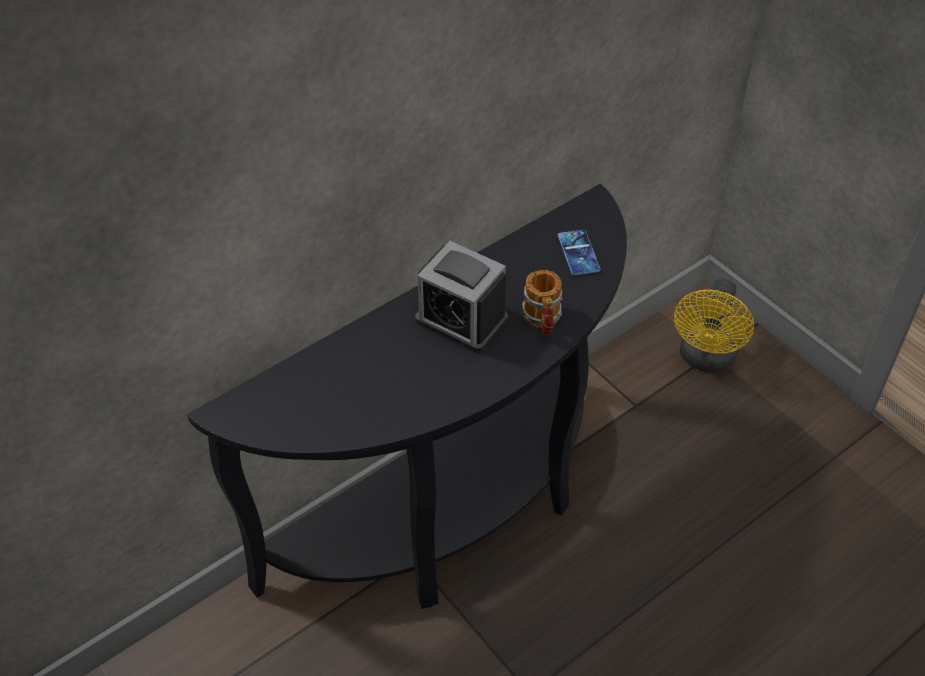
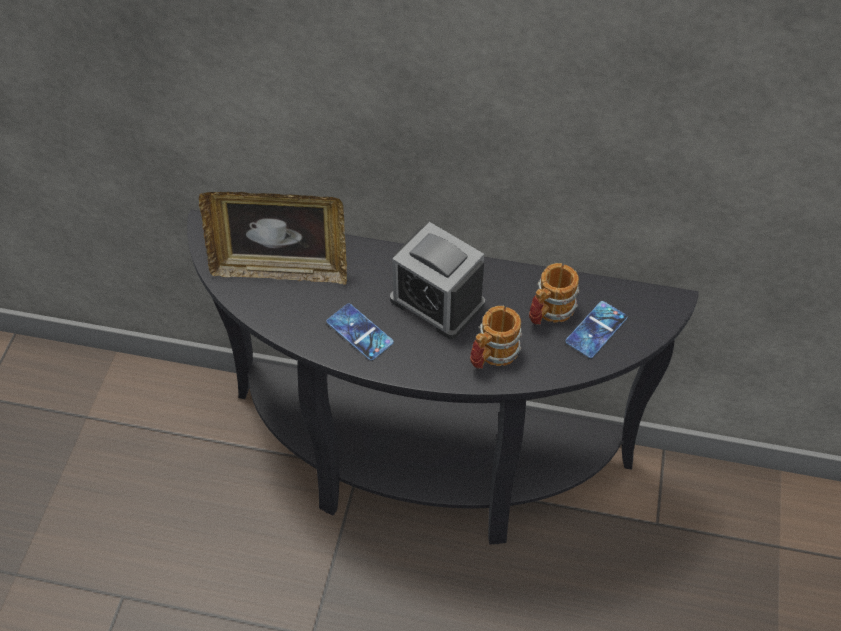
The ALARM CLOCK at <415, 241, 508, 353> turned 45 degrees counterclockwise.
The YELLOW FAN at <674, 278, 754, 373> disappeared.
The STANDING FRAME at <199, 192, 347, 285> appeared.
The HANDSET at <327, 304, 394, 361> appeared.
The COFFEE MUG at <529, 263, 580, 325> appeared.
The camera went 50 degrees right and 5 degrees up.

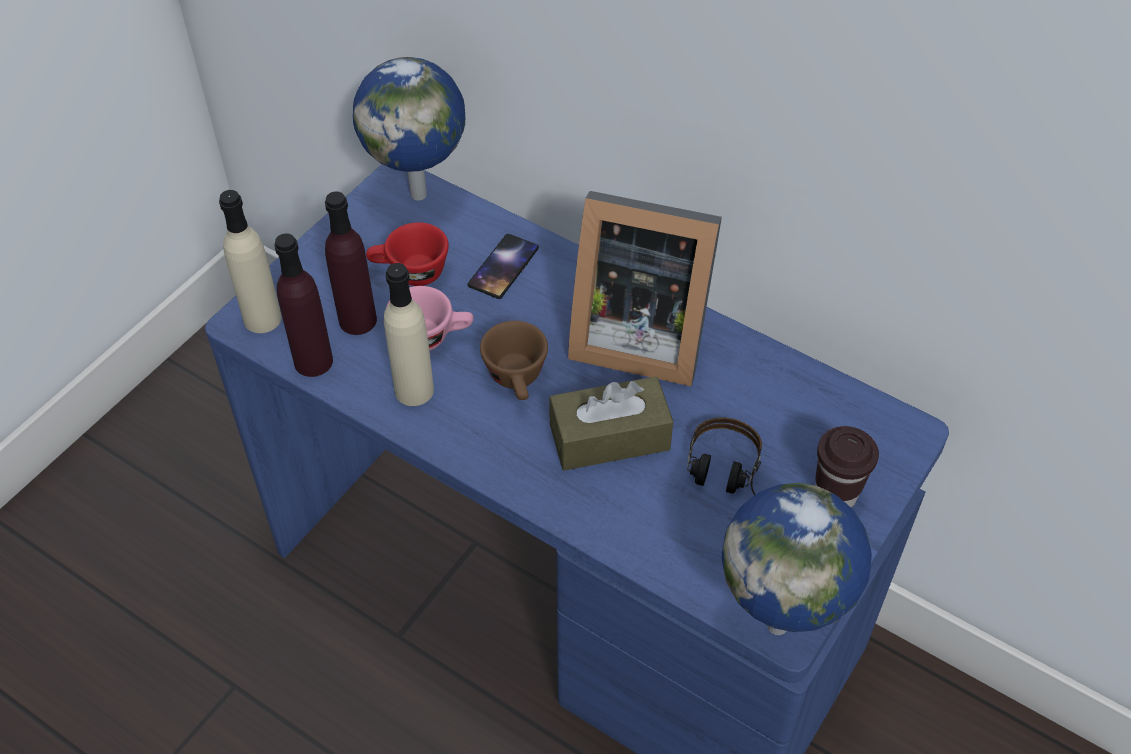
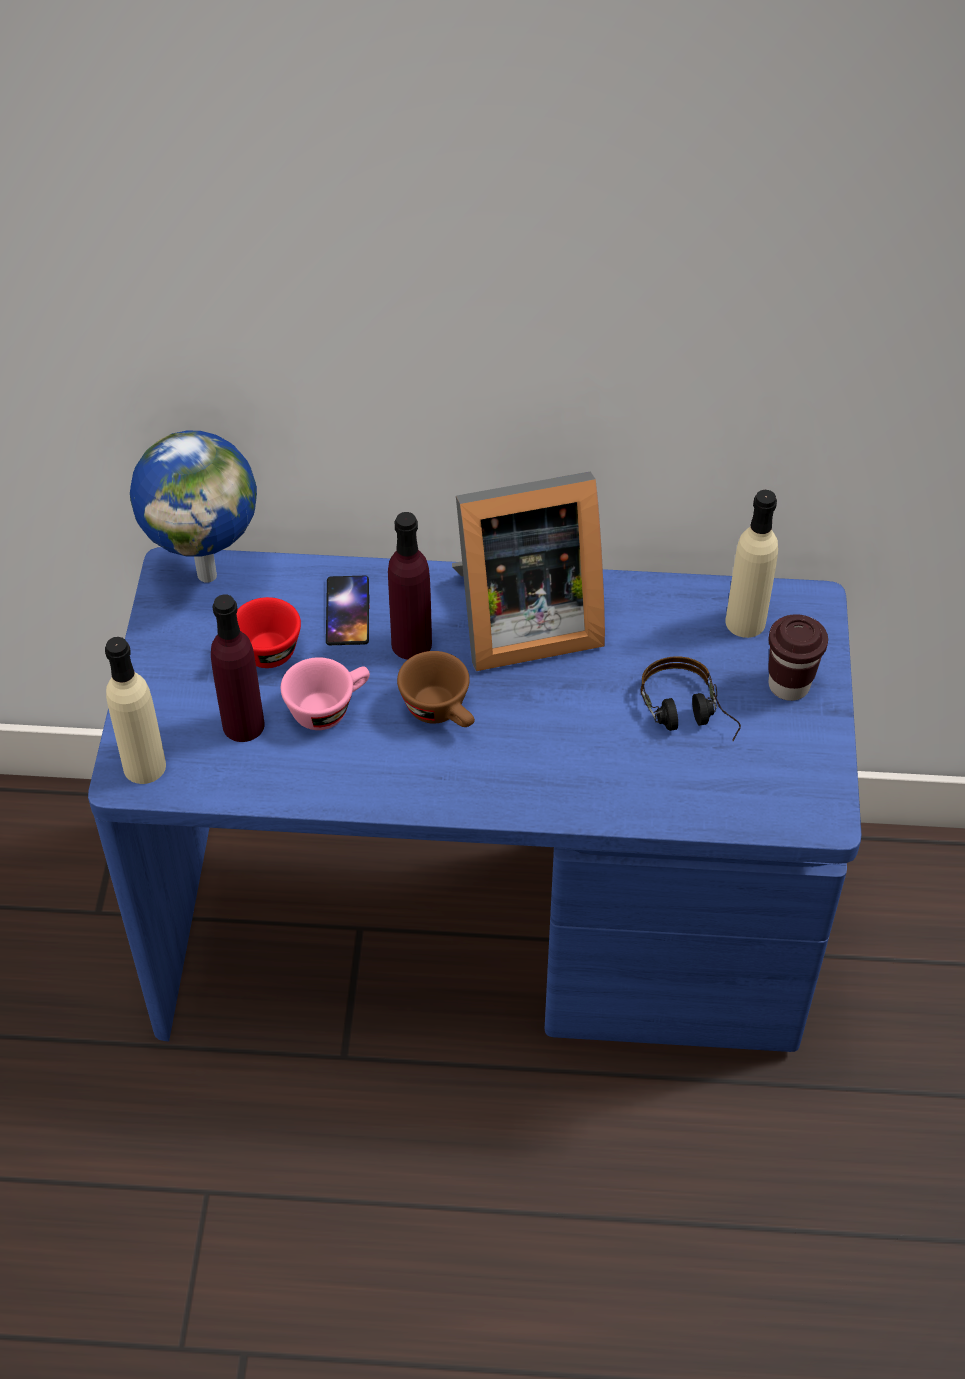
The PURPLE-COLOURED BEVERAGE BOTTLE moved from <274, 233, 333, 377> to <388, 512, 432, 660>.
The BEIGE BEVERAGE BOTTLE moved from <384, 263, 434, 406> to <725, 490, 778, 638>.
The BROWN-COLOURED TISSUE HOLDER at <549, 376, 673, 471> disappeared.
The WORLD GLOBE at <722, 483, 872, 635> disappeared.
The camera went 30 degrees left and 0 degrees up.

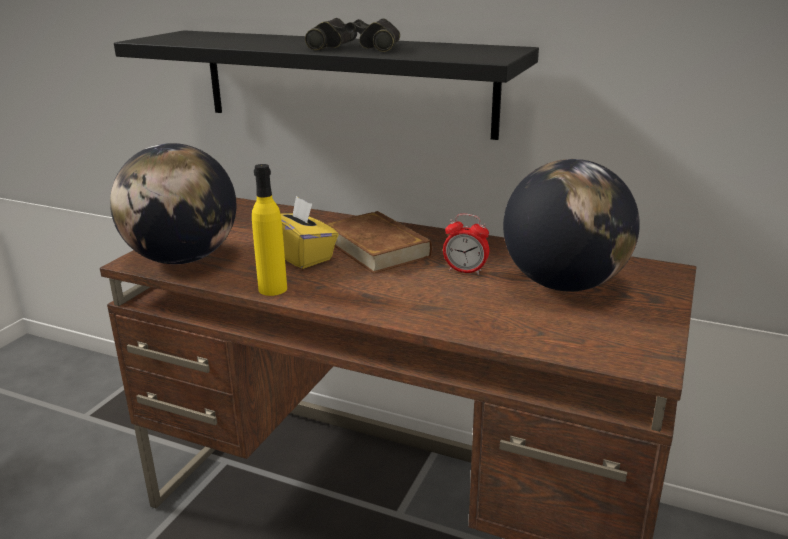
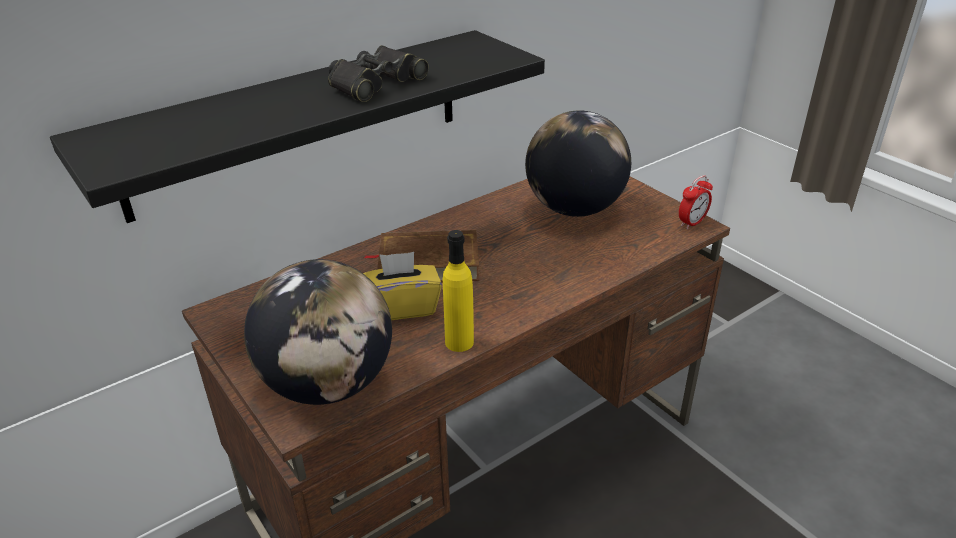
The ALARM CLOCK moved from <443, 214, 489, 275> to <679, 175, 713, 229>.
The camera went 60 degrees left and 10 degrees up.

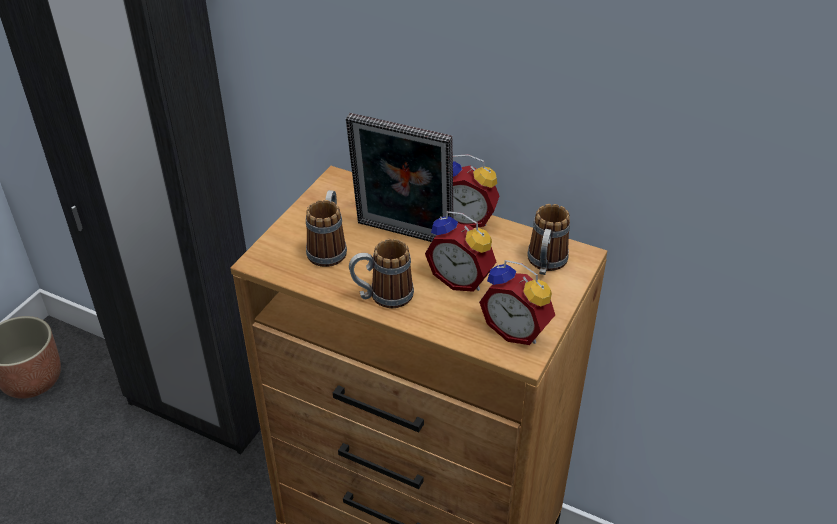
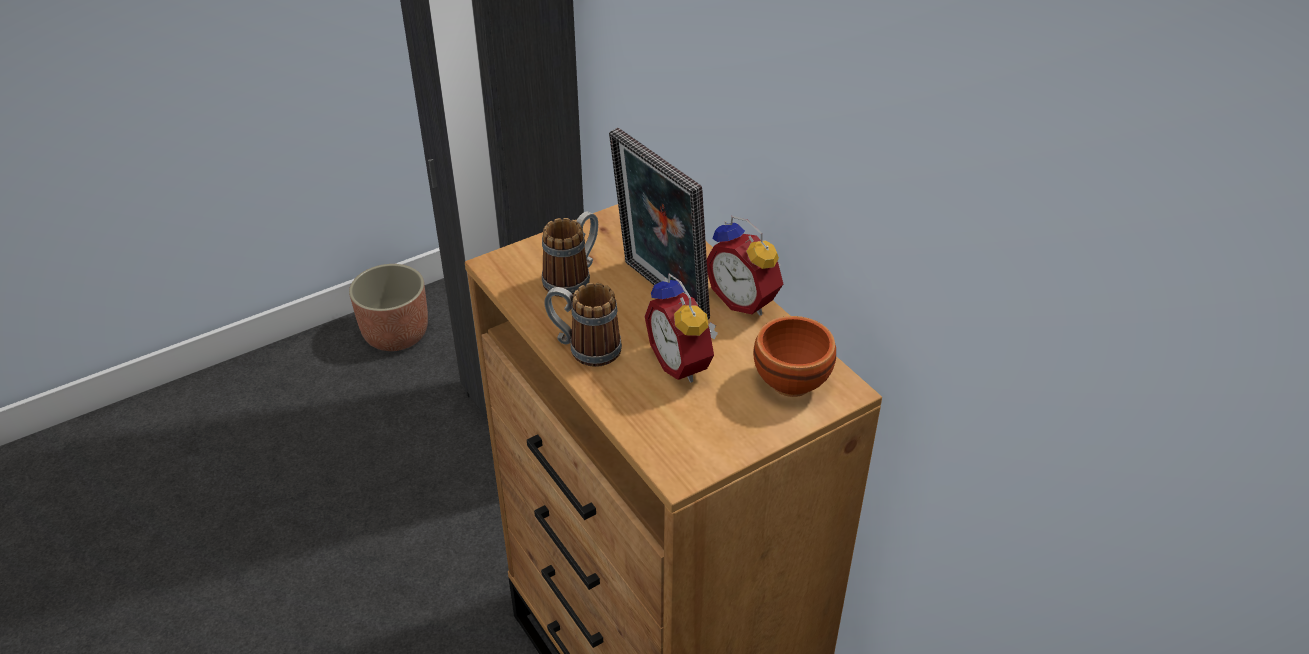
The ALARM CLOCK at <479, 260, 555, 345> disappeared.
The COFFEE MUG at <527, 204, 570, 275> was replaced by the BROWN-COLOURED SERVING BOWL at <753, 316, 836, 397>.
The camera went 30 degrees right and 0 degrees up.

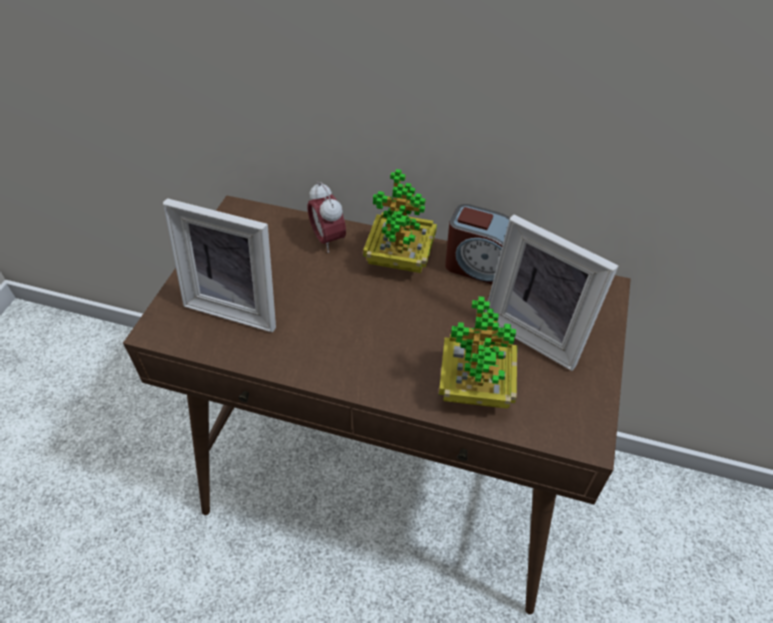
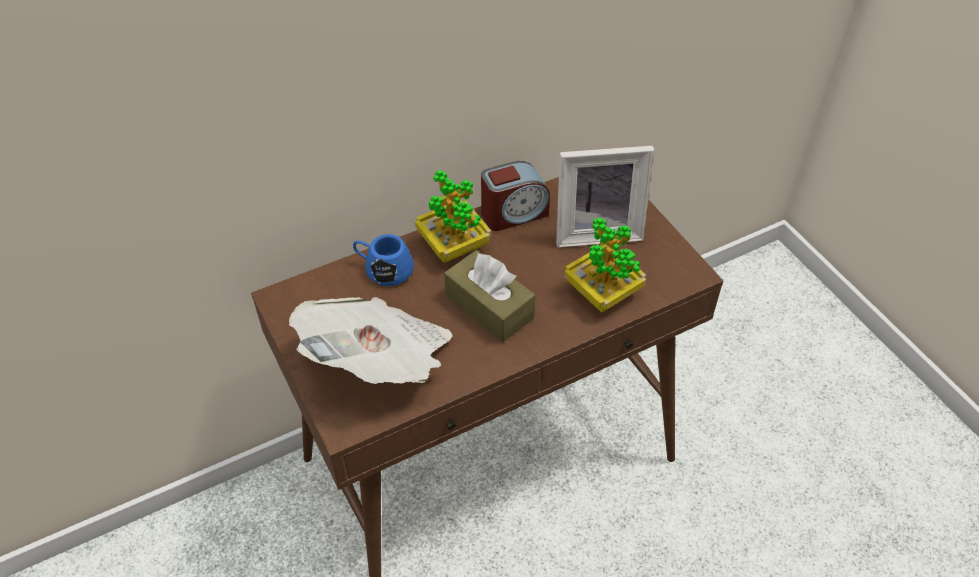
The STANDING FRAME at <163, 198, 276, 332> was replaced by the PRINTED PAPER at <289, 297, 453, 384>.
The ALARM CLOCK at <308, 182, 346, 253> was replaced by the BLUE-COLOURED COFFEE MUG at <353, 234, 414, 286>.
The BROWN-COLOURED TISSUE HOLDER at <444, 250, 536, 342> appeared.
The camera went 45 degrees left and 0 degrees up.

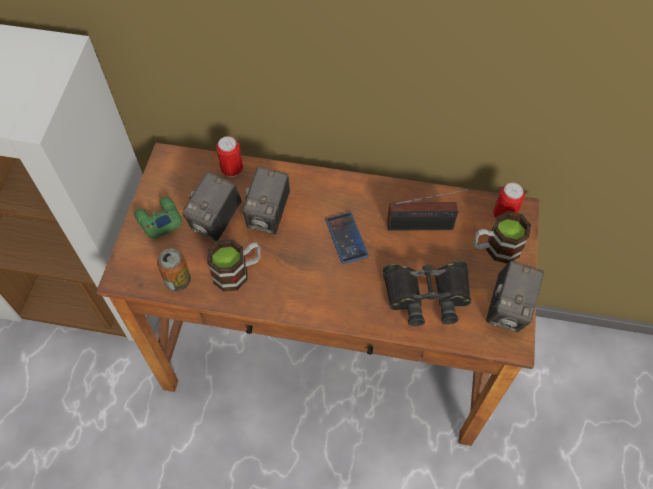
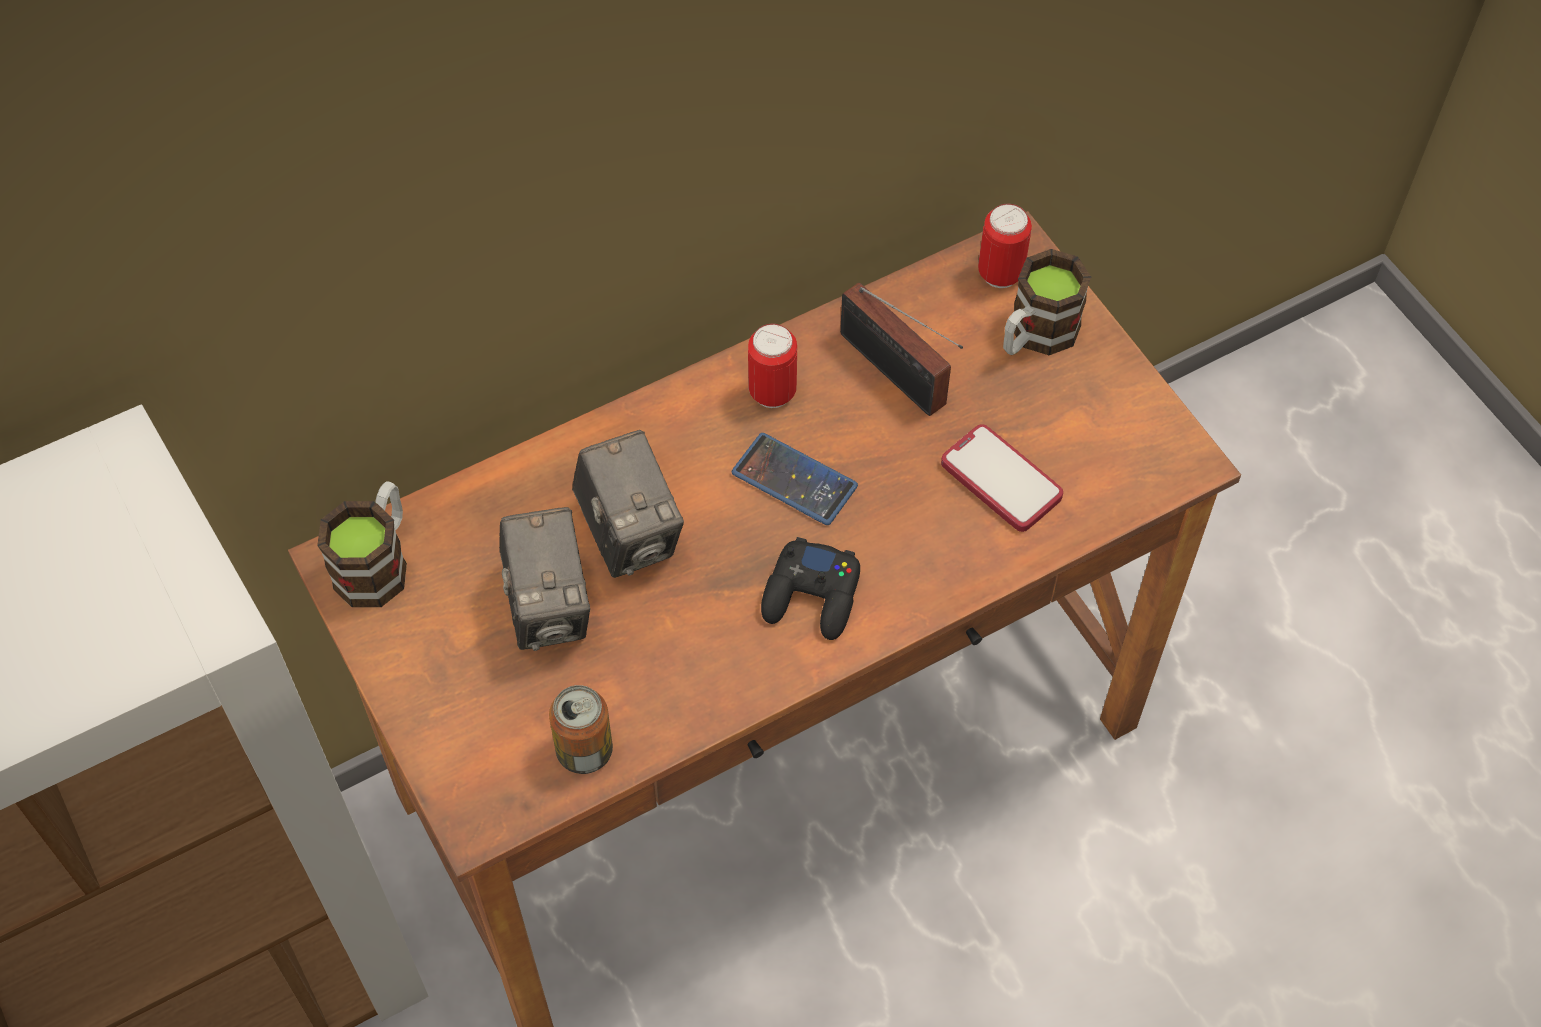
The GREEN-COLOURED GAME CONTROLLER at <134, 196, 182, 239> disappeared.
The COFFEE MUG moved from <207, 239, 261, 291> to <317, 481, 407, 607>.
The SEALED CAN moved from <216, 136, 243, 177> to <748, 324, 797, 408>.
The BLACKISH PAIR OF BINOCULARS at <383, 261, 471, 327> was replaced by the HANDSET at <941, 424, 1063, 532>.
The RADIO RECEIVER at <387, 189, 471, 231> turned 90 degrees clockwise.
The STILL CAMERA at <486, 261, 544, 332> disappeared.
The BLACKISH GAME CONTROLLER at <761, 537, 860, 640> appeared.
The camera went 40 degrees left and 0 degrees up.

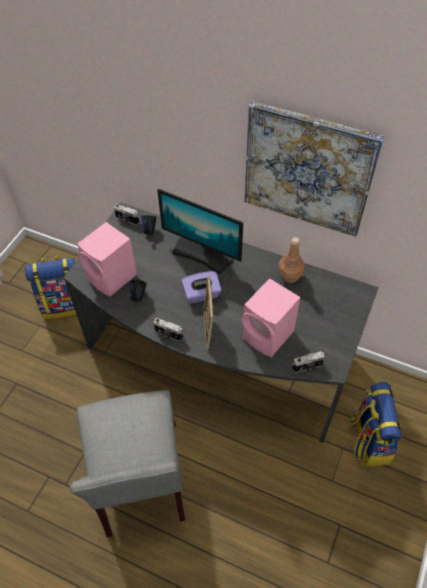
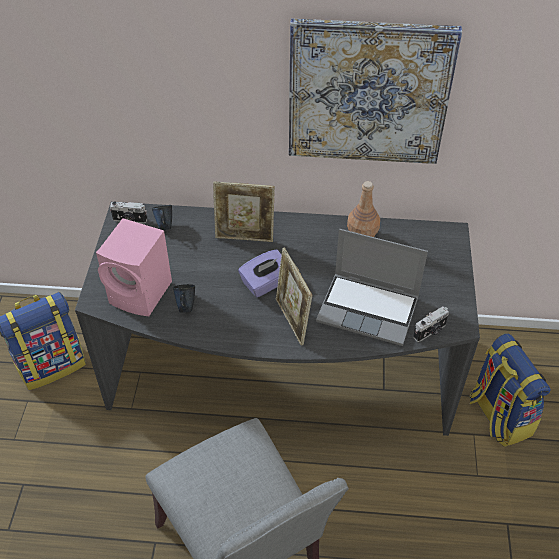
The STILL CAMERA at <154, 318, 183, 341> disappeared.
The COMPUTER SCREEN at <157, 189, 243, 274> was replaced by the STANDING FRAME at <213, 181, 275, 242>.
The PINKISH AUDIO SPEAKER at <242, 278, 300, 357> was replaced by the LAPTOP at <316, 229, 428, 346>.
The camera went 20 degrees left and 5 degrees down.

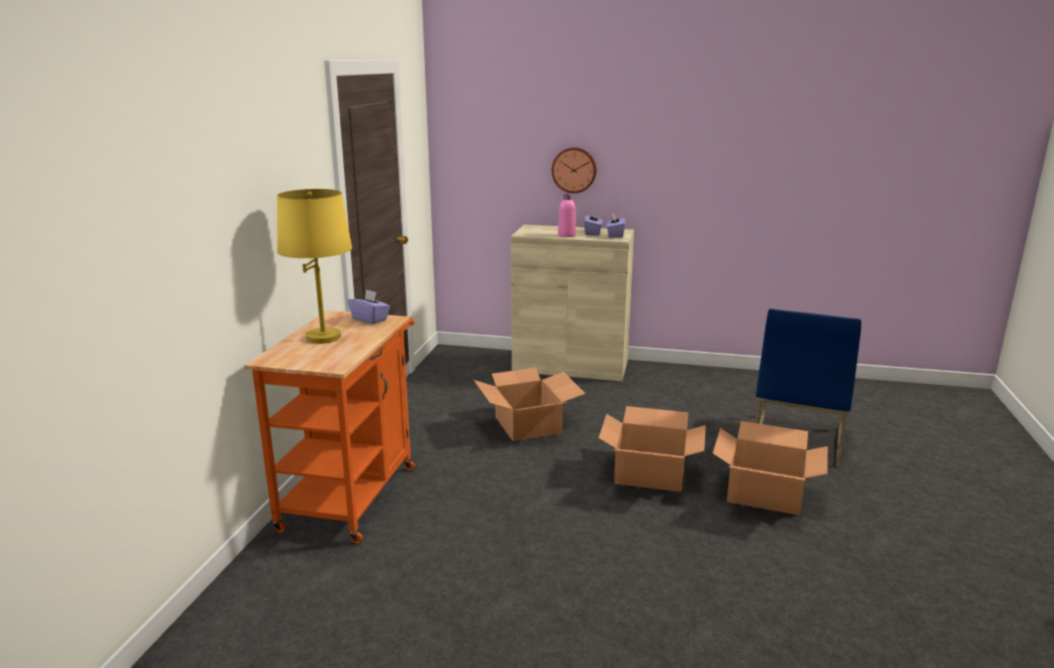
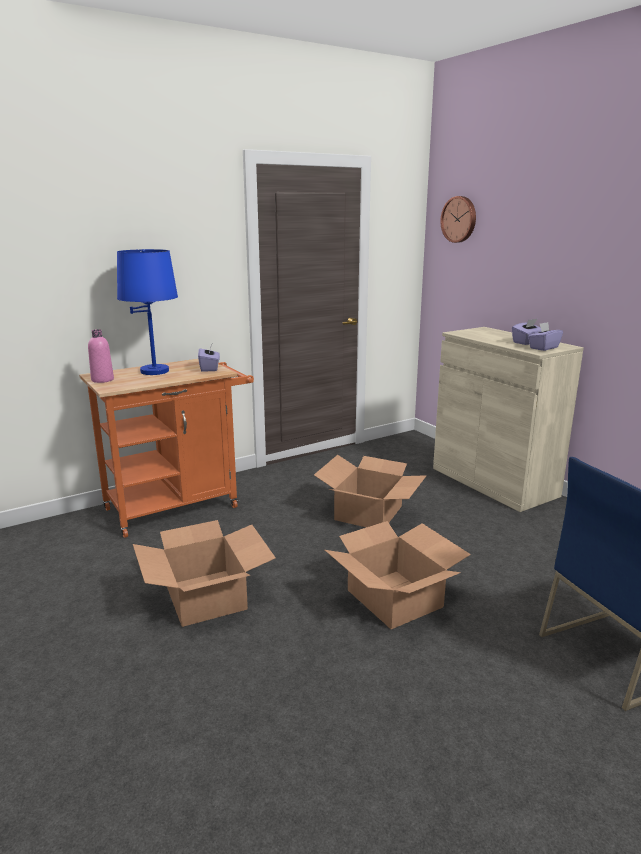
The YELLOW TABLE LAMP at <277, 189, 352, 344> became the BLUE-COLOURED TABLE LAMP at <117, 249, 178, 375>.
The CLOCK ON THE WALL moved from <552, 147, 597, 193> to <440, 196, 476, 243>.
The PINKISH BEVERAGE BOTTLE moved from <558, 193, 576, 237> to <88, 329, 114, 383>.
The PACKING BOX moved from <713, 421, 828, 515> to <133, 520, 276, 627>.
The camera went 45 degrees right and 0 degrees up.

